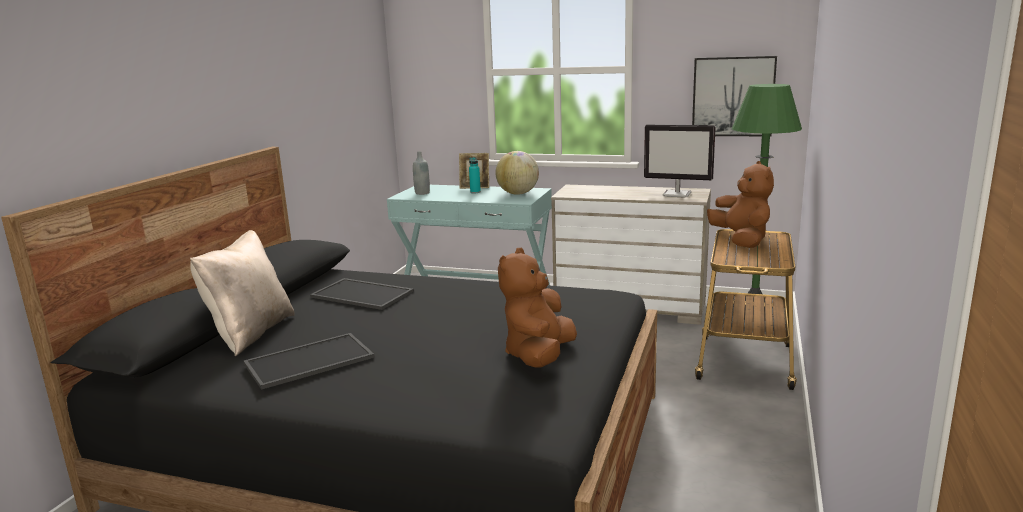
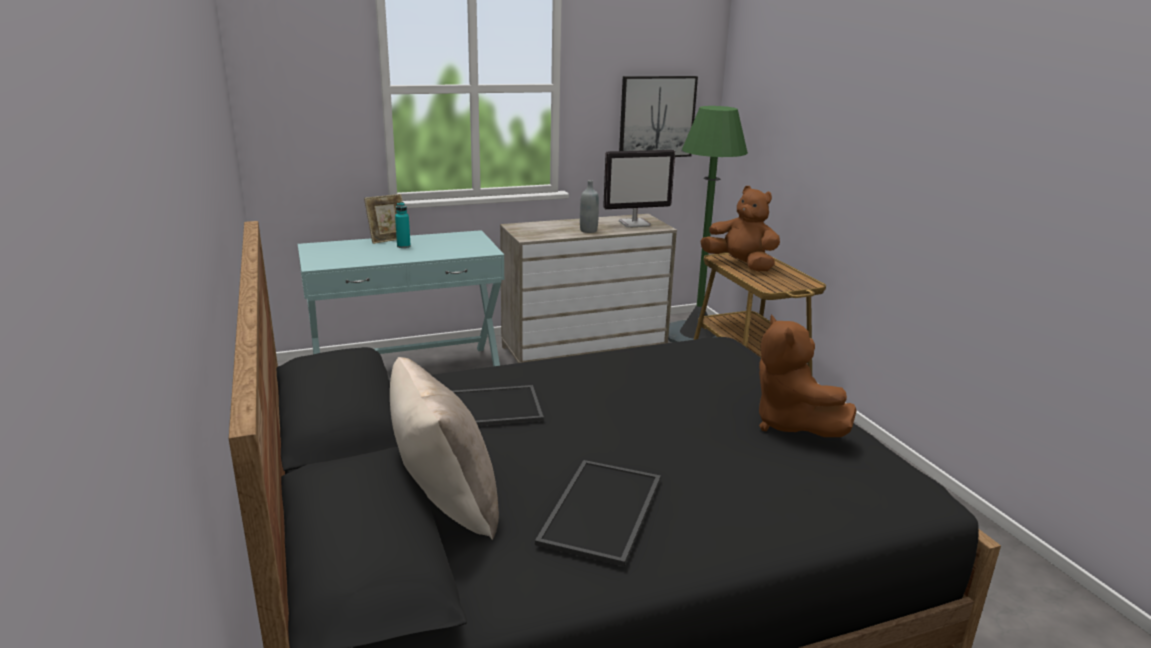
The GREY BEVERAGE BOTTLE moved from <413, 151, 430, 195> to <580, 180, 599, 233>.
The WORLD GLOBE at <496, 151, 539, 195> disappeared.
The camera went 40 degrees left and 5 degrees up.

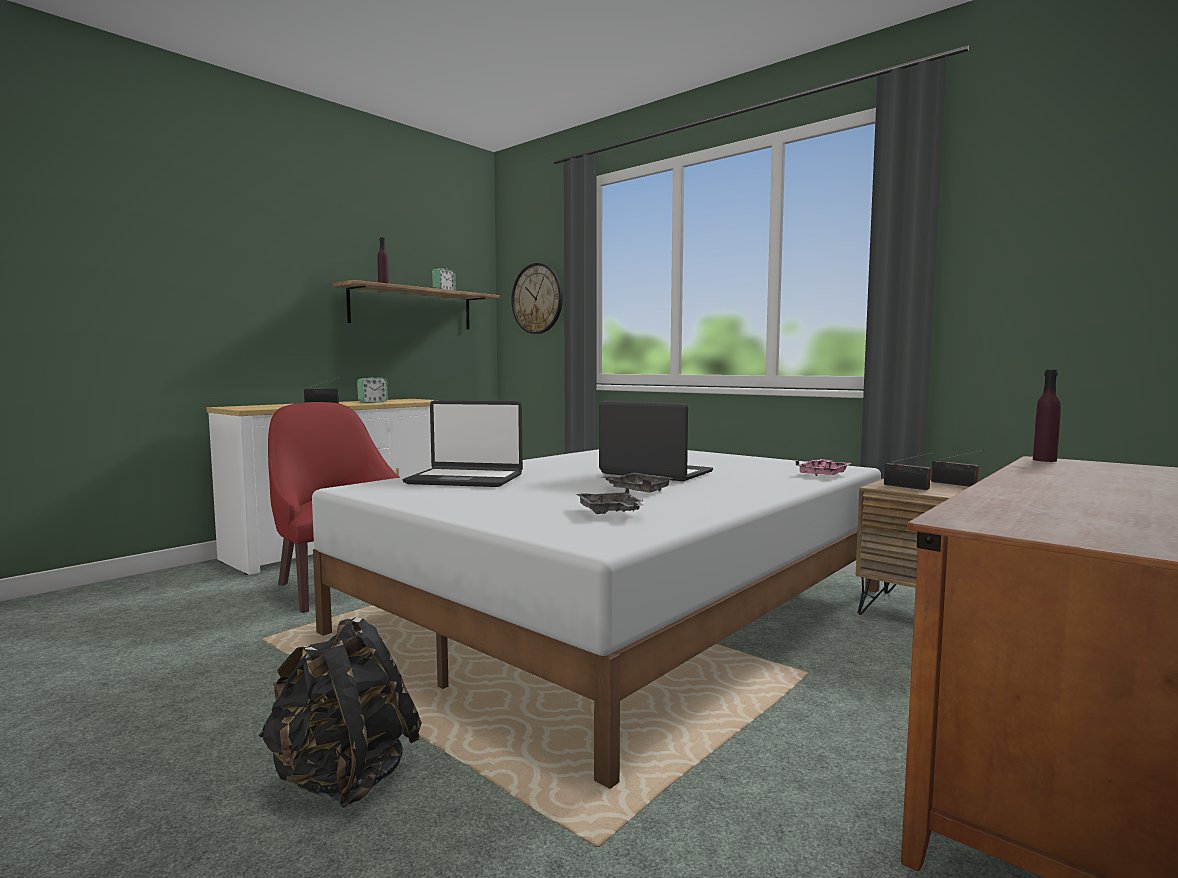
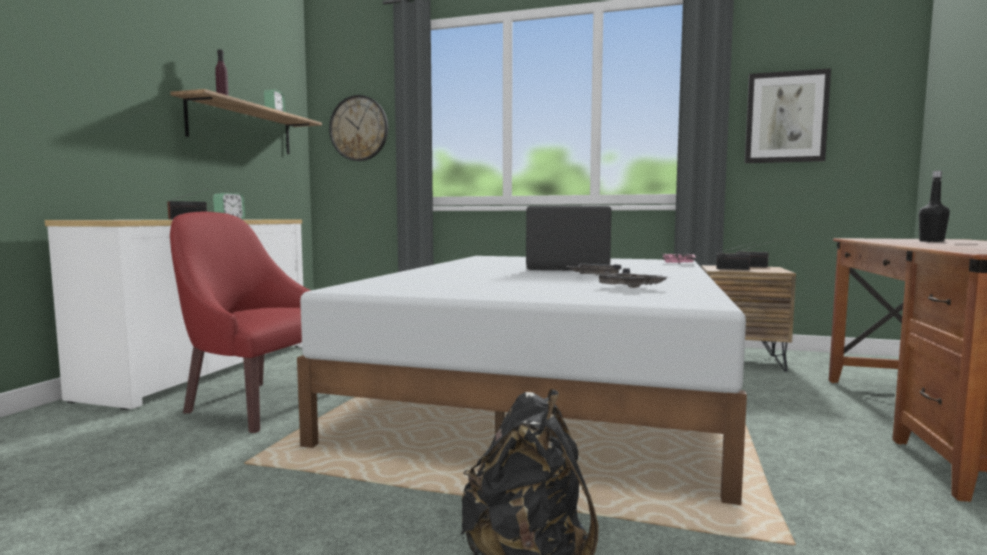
The LAPTOP at <403, 400, 523, 487> disappeared.
The PURPLE-COLOURED BEVERAGE BOTTLE at <1033, 370, 1061, 462> disappeared.
The PICTURE at <745, 68, 831, 163> appeared.
The BLACKISH BEVERAGE BOTTLE at <919, 171, 950, 242> appeared.
The camera went 25 degrees left and 0 degrees up.

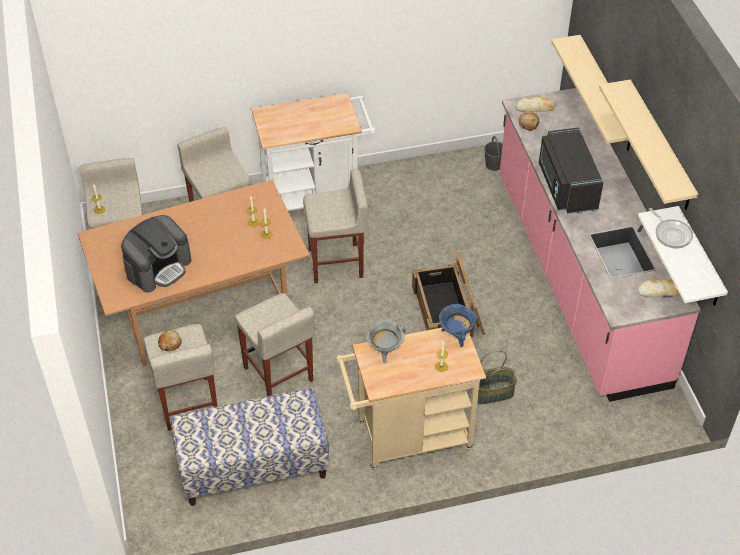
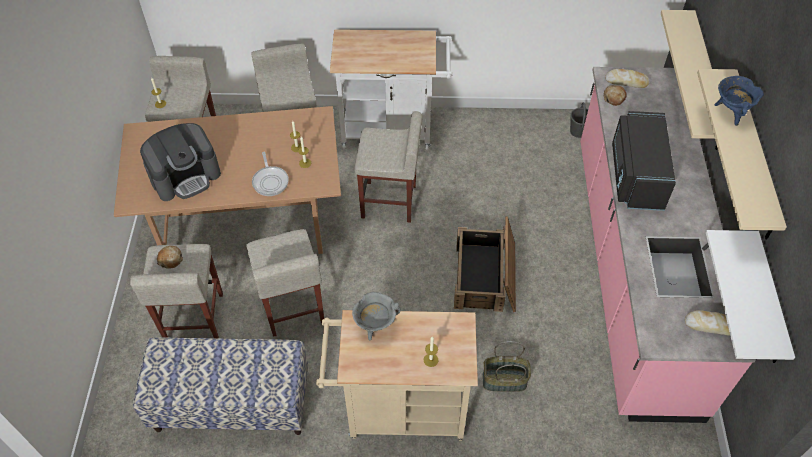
The BLUE-COLOURED STOCKPOT moved from <439, 304, 477, 347> to <715, 76, 764, 126>.
The SKILLET moved from <649, 208, 693, 248> to <252, 152, 289, 196>.
The camera went 15 degrees right and 5 degrees up.

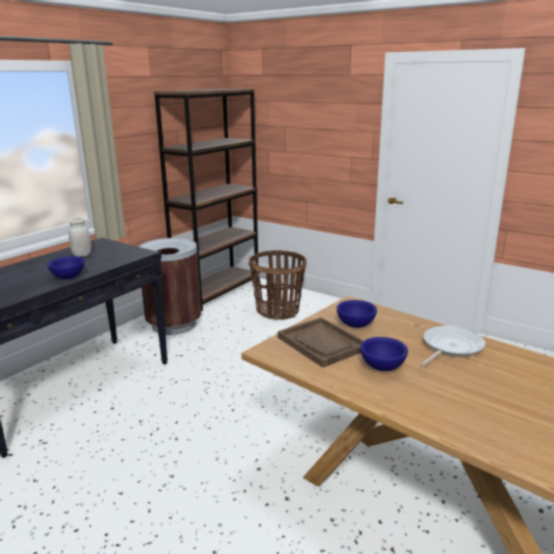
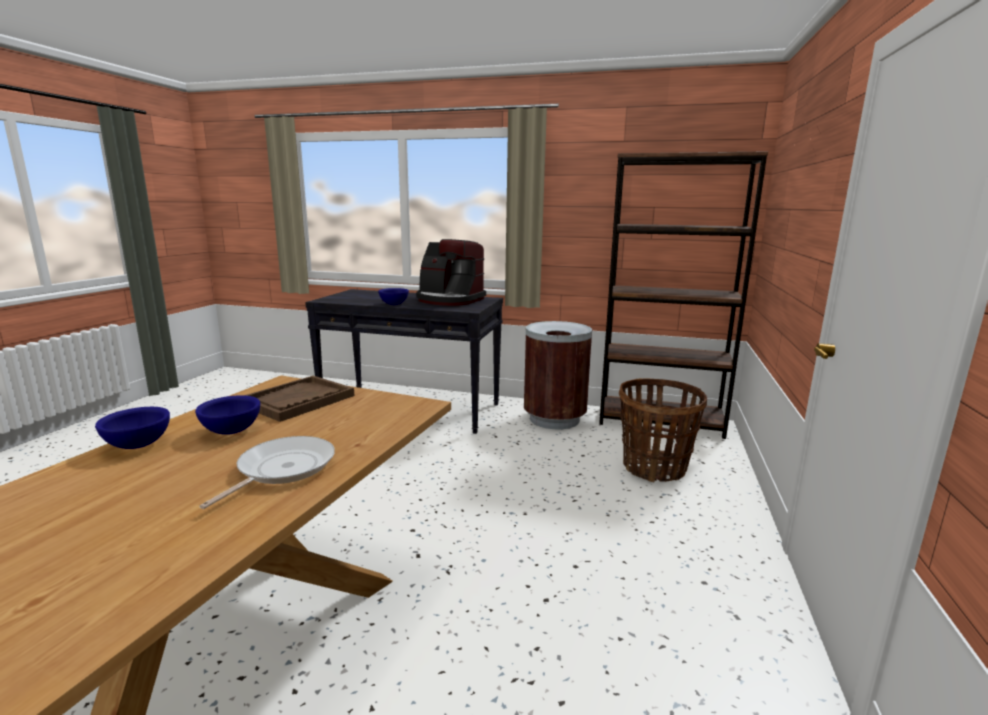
The WHITE-COLOURED PRESERVE JAR at <69, 218, 91, 257> was replaced by the COFFEE MAKER at <417, 239, 486, 306>.
The BLUE-COLOURED SERVING BOWL moved from <337, 300, 377, 328> to <95, 407, 170, 449>.
The SKILLET at <421, 326, 486, 366> turned 90 degrees counterclockwise.
The camera went 70 degrees right and 5 degrees down.

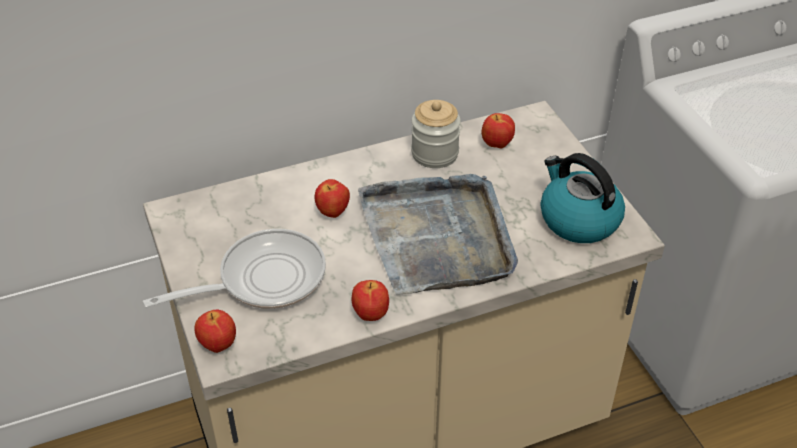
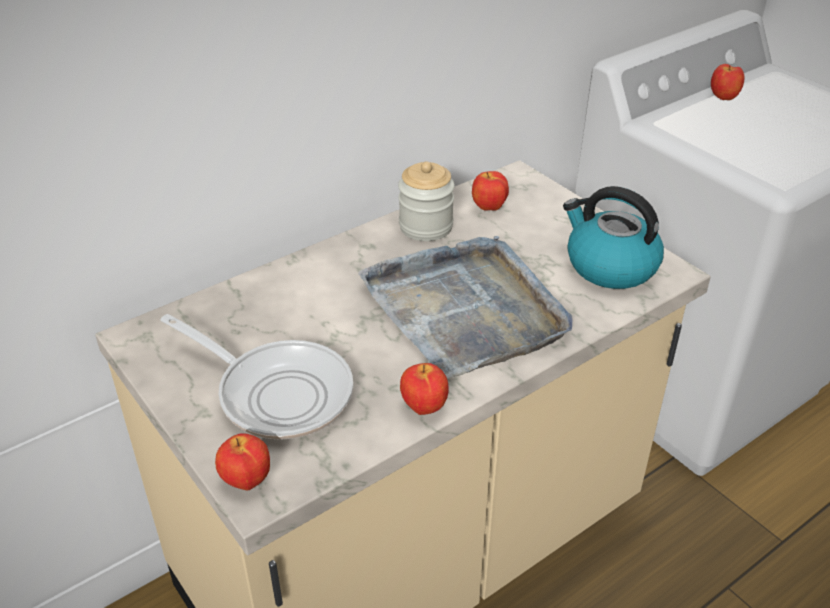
The SKILLET at <143, 229, 326, 309> turned 75 degrees clockwise.
The APPLE FRUIT moved from <314, 179, 350, 218> to <711, 64, 745, 100>.
The camera went 15 degrees left and 5 degrees down.

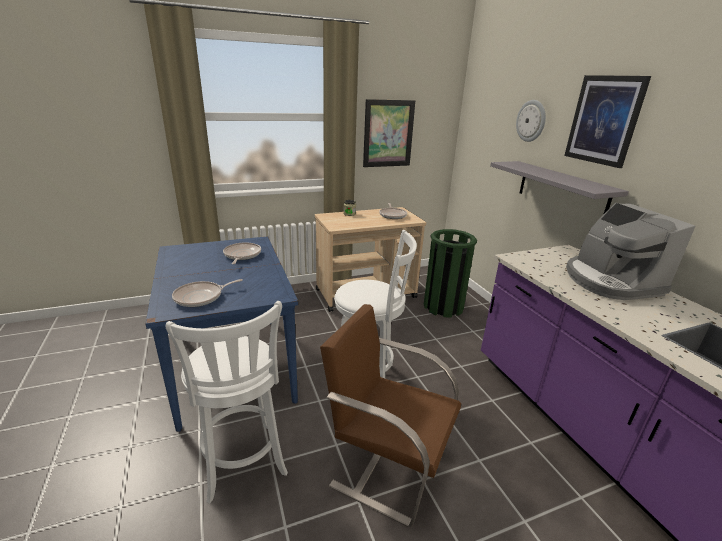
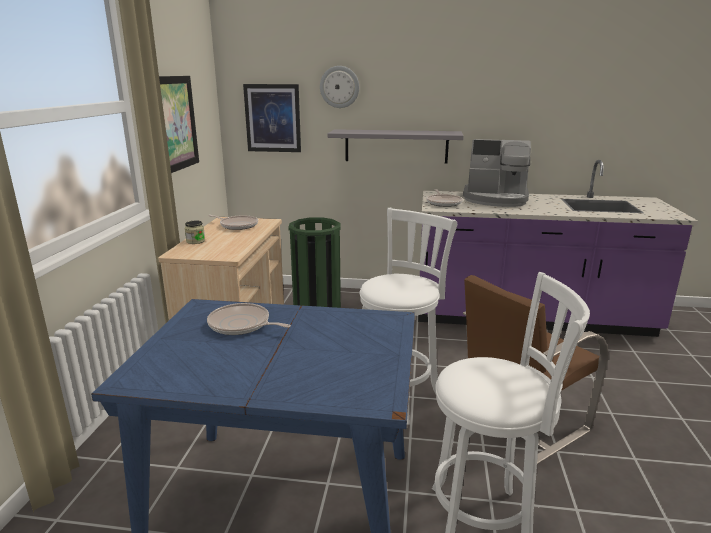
The SKILLET moved from <172, 279, 243, 307> to <426, 189, 463, 207>.
The PICTURE moved from <564, 75, 651, 168> to <243, 84, 301, 152>.
The camera went 60 degrees left and 5 degrees down.

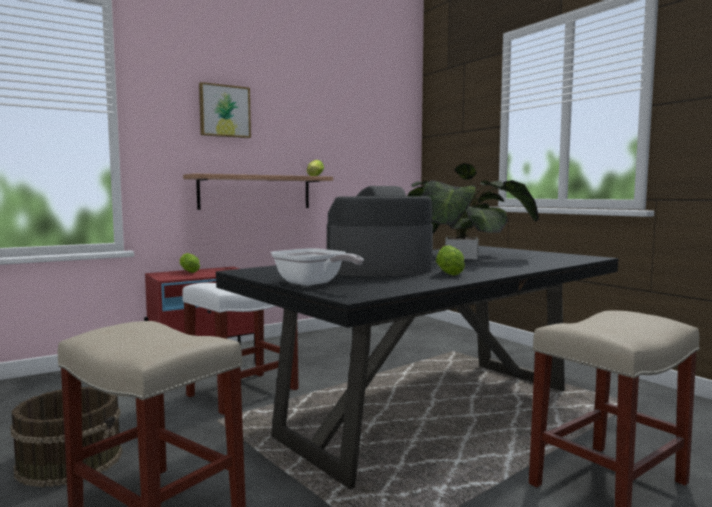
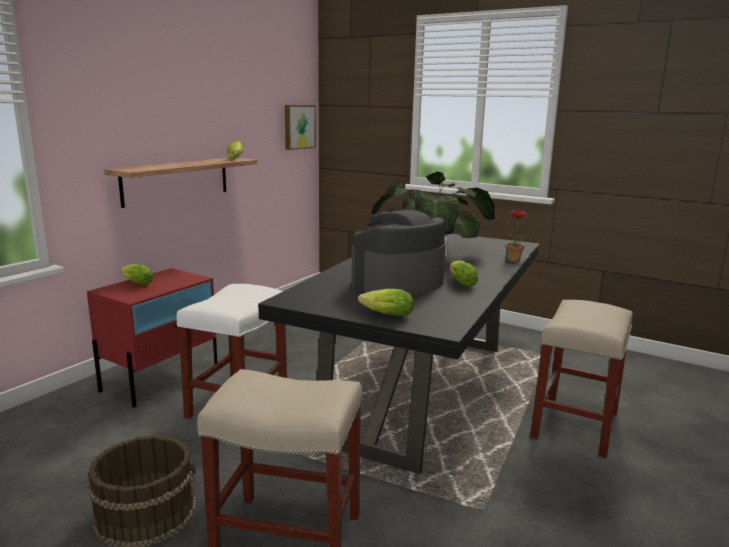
The PICTURE moved from <199, 82, 251, 138> to <285, 105, 316, 150>.
The SKILLET at <271, 248, 364, 286> was replaced by the LETTUCE HEAD at <358, 289, 414, 316>.
The PLANT IN A POT at <506, 209, 530, 262> appeared.
The camera went 25 degrees left and 10 degrees up.

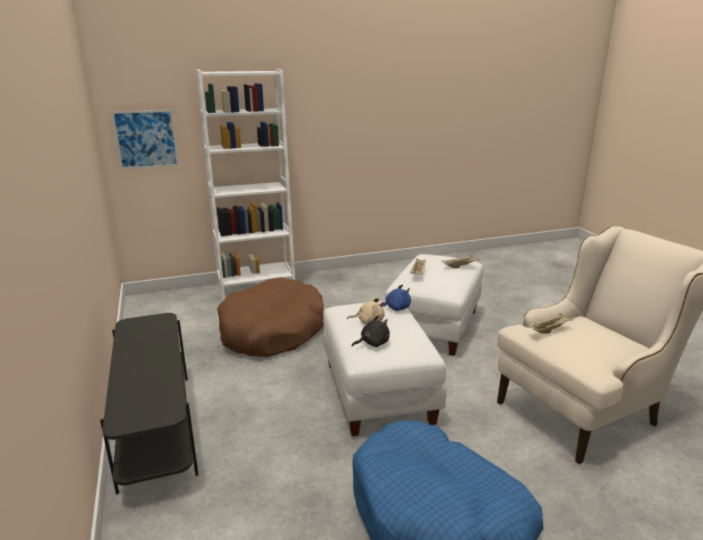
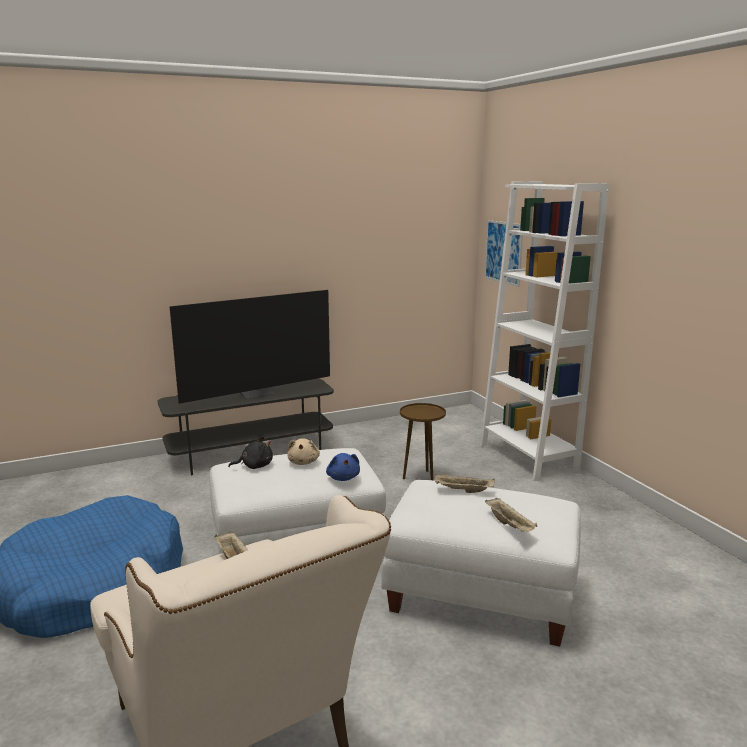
The BROWN-COLOURED DOG BED at <217, 277, 324, 357> was replaced by the BROWN-COLOURED END TABLE at <400, 403, 446, 480>.
The BLACKISH PLUSH TOY at <352, 315, 390, 347> turned 75 degrees counterclockwise.
The TV at <169, 290, 330, 404> appeared.
The camera went 85 degrees right and 5 degrees down.

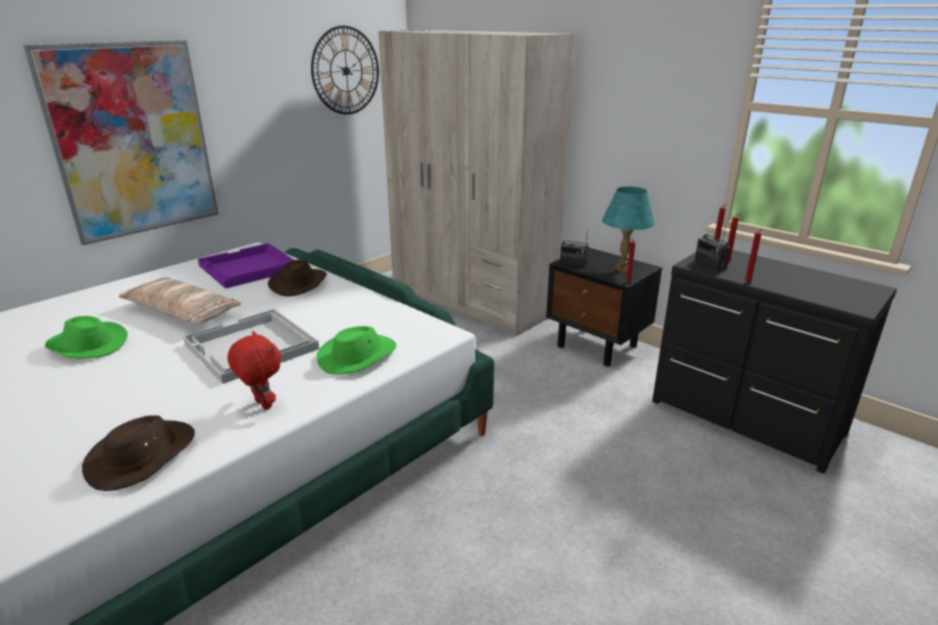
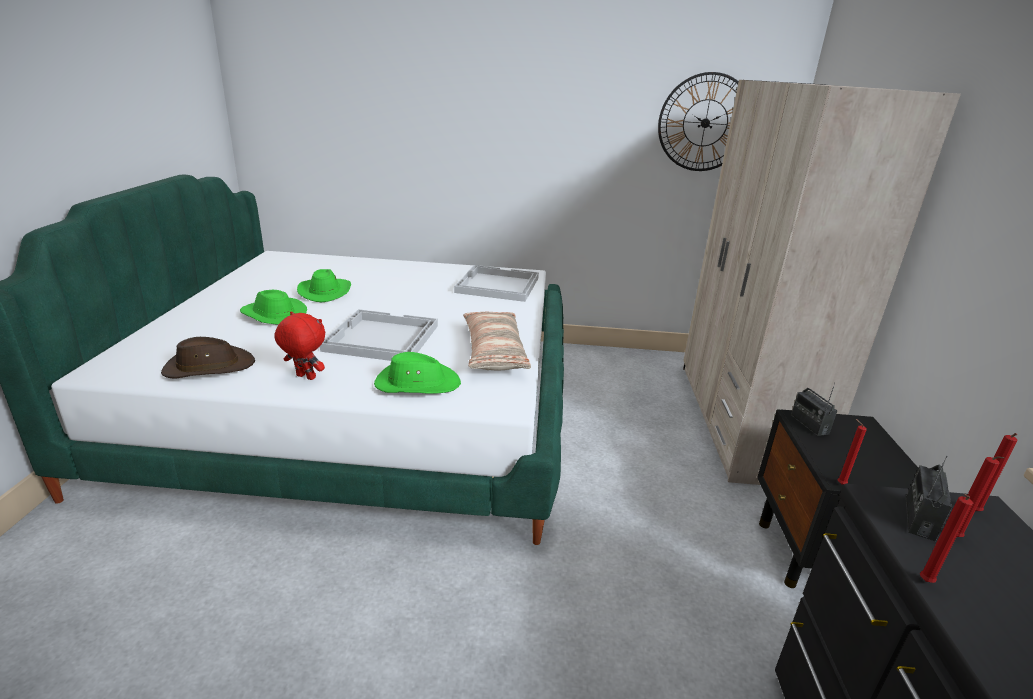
The PICTURE at <23, 40, 219, 245> disappeared.
The PILLOW moved from <119, 277, 241, 325> to <463, 312, 531, 370>.
The PURPLE-COLOURED SERVING TRAY at <198, 243, 294, 289> became the WHITE-COLOURED SERVING TRAY at <454, 265, 539, 302>.
The RED PLUSH TOY at <227, 331, 281, 410> turned 75 degrees counterclockwise.
The BROWN-COLOURED CLOTHING HAT at <268, 260, 327, 297> disappeared.
The BLUE-GREEN TABLE LAMP at <602, 186, 655, 272> disappeared.
The GREEN-COLOURED CLOTHING HAT at <240, 290, 307, 325> appeared.
The camera went 50 degrees right and 0 degrees up.

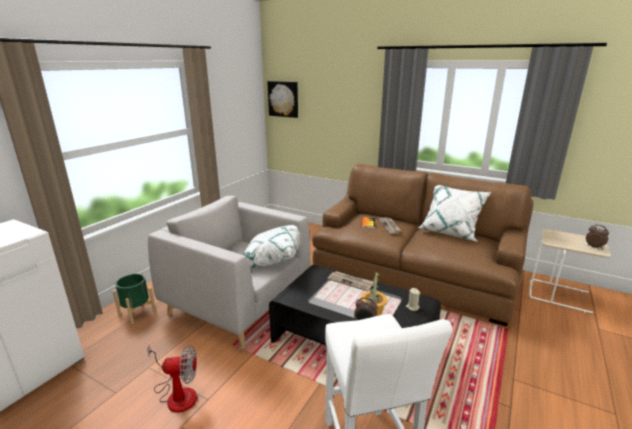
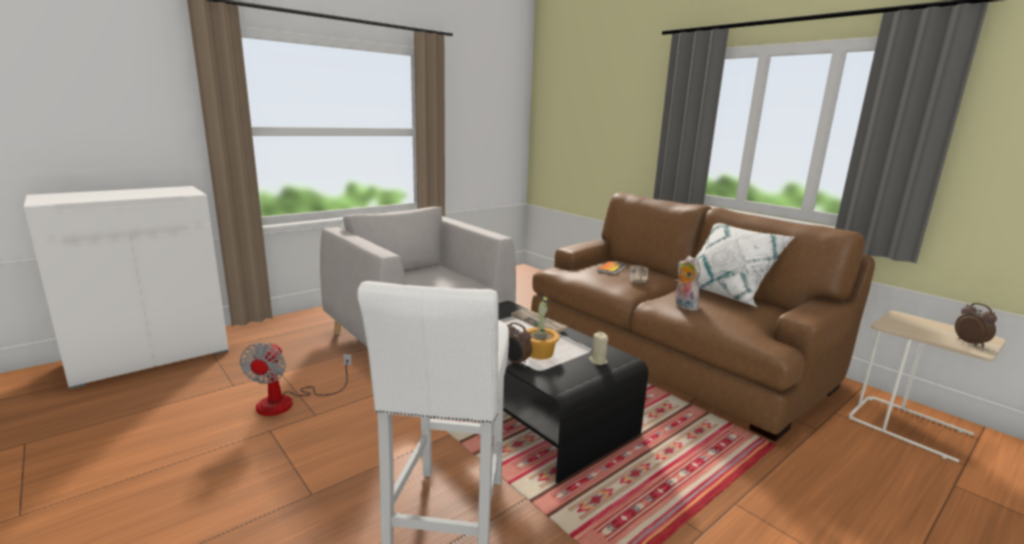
The GREEN-COLOURED PLANTER at <113, 274, 156, 324> disappeared.
The FAN at <147, 345, 197, 413> turned 75 degrees clockwise.
The WHITE-COLOURED PILLOW at <242, 225, 300, 268> disappeared.
The PICTURE at <267, 81, 298, 118> disappeared.
The PLUSH TOY at <675, 256, 700, 311> appeared.
The camera went 20 degrees right and 5 degrees down.

